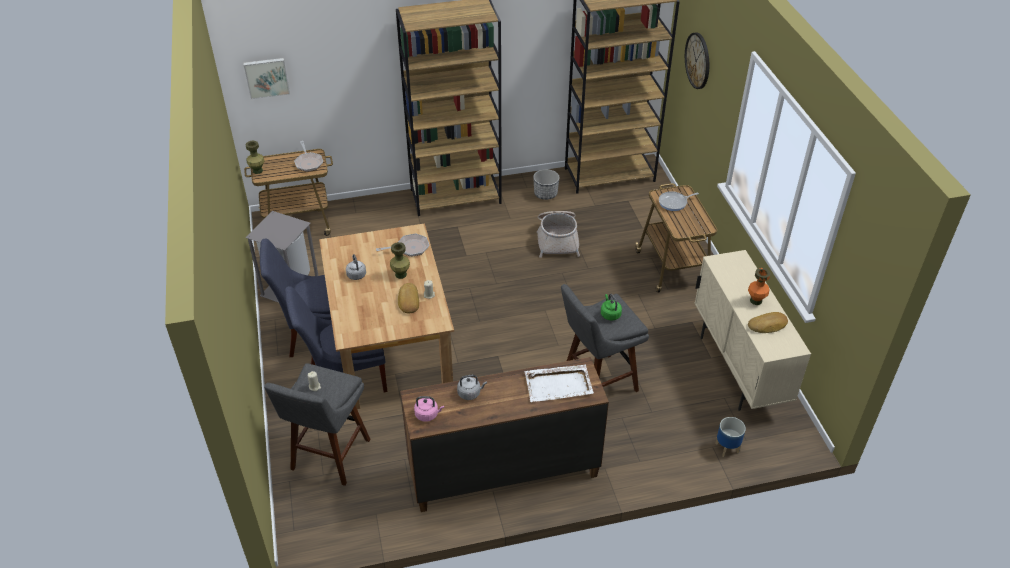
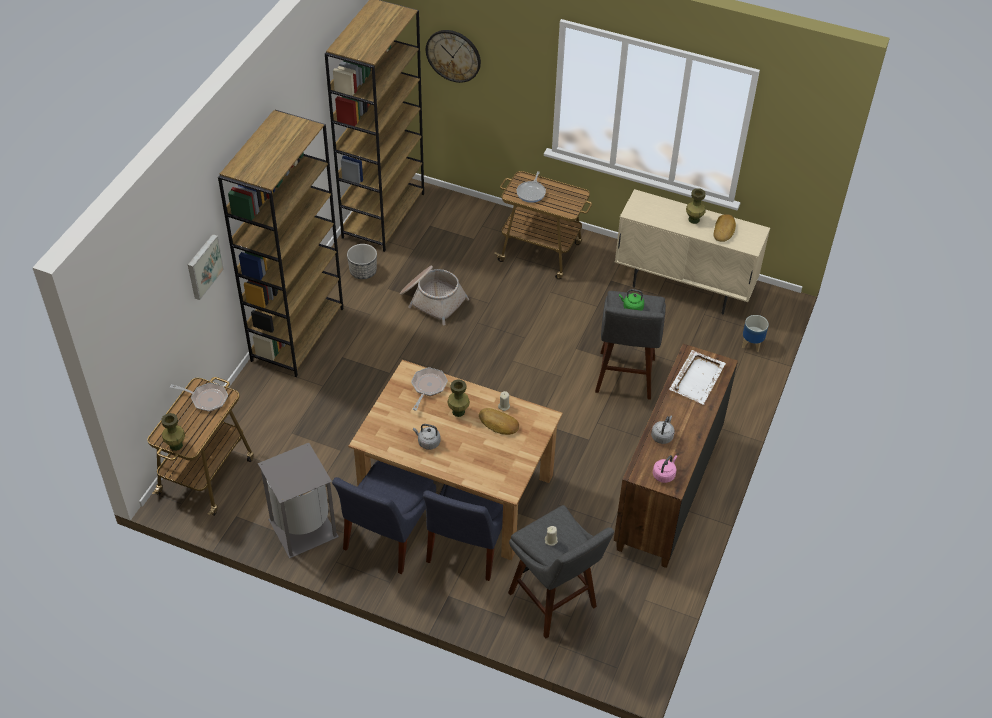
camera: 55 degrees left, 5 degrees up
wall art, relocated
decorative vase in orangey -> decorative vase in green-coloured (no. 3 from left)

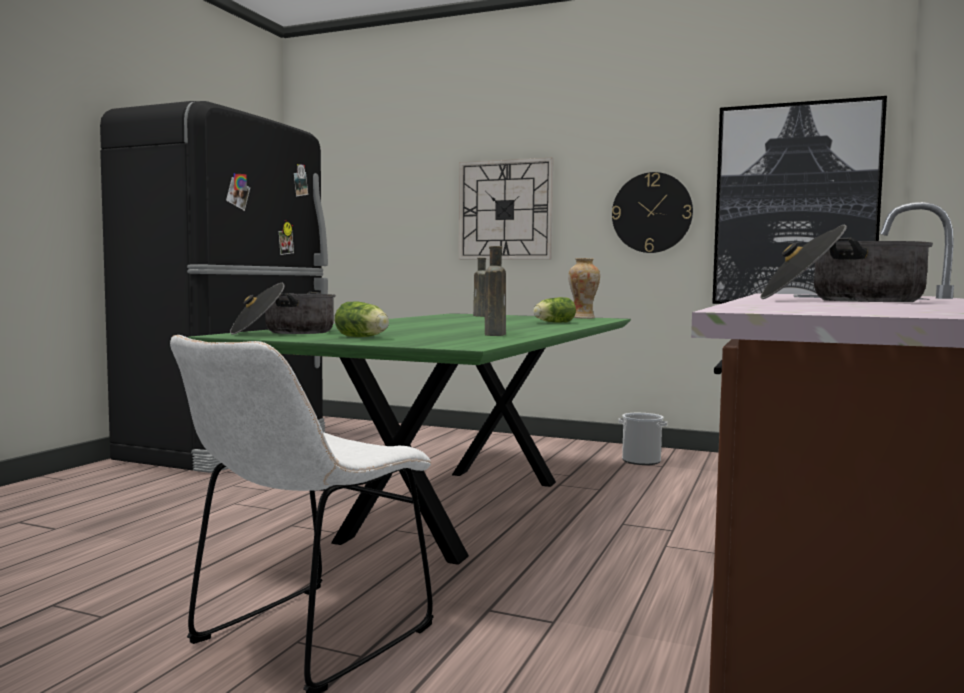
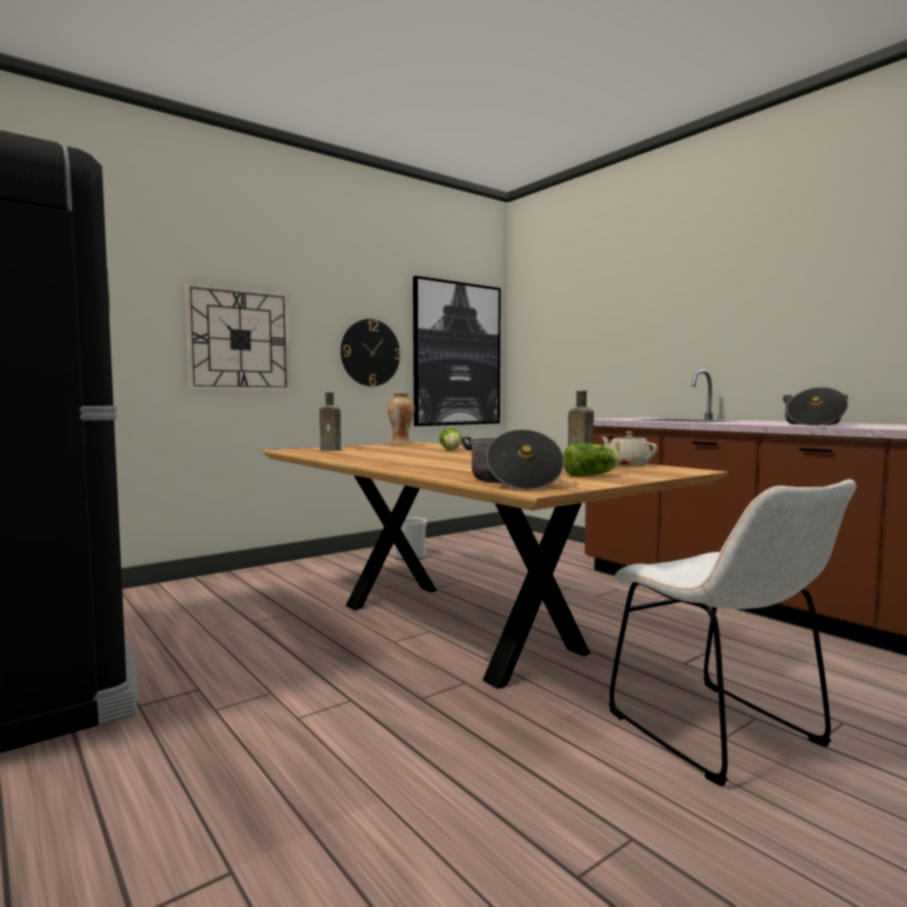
camera: 60 degrees left, 0 degrees up
dining table in green-coloured -> dining table in brown
none -> teapot in sand-coloured

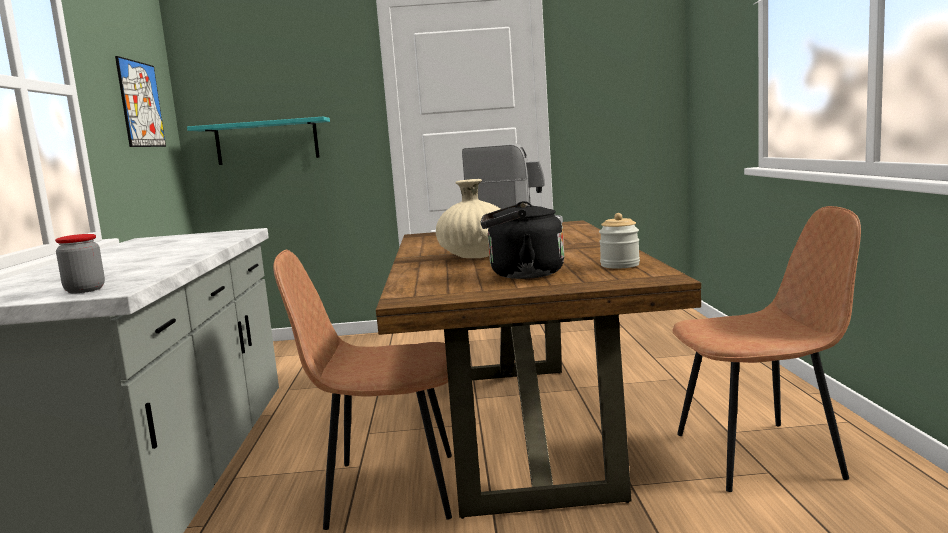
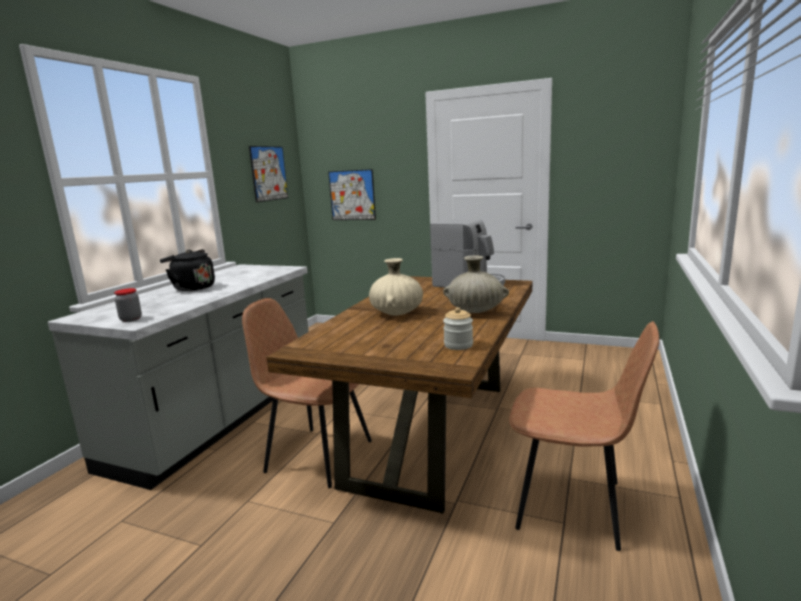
camera: 25 degrees right, 5 degrees up
bracket shelf in turquoise -> wall art (no. 2 from left)
kettle in blackish, relocated
none -> decorative vase in sand-coloured (no. 2 from left)

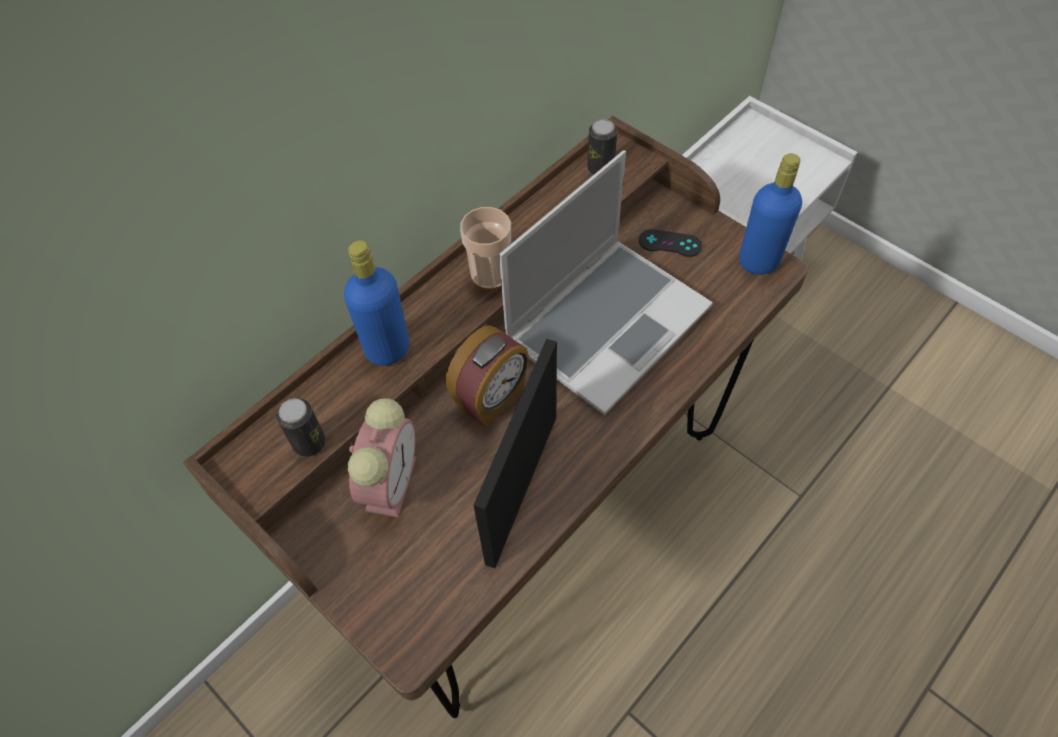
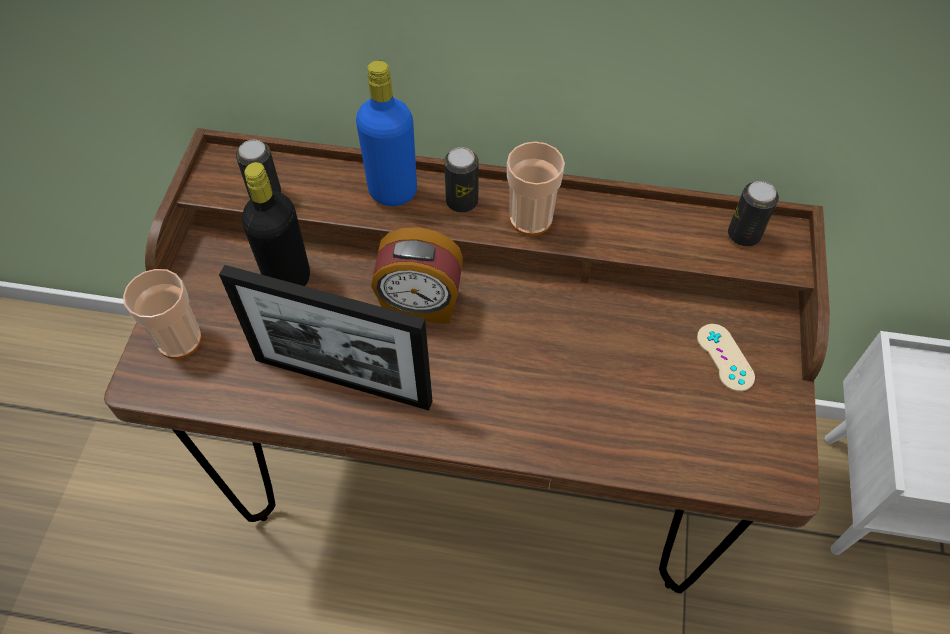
camera: 55 degrees right, 0 degrees up
laptop -> none
drink bottle in blue (no. 2 from left) -> none
game controller in blackish -> game controller in sand-coloured
photo frame, 150 degrees counterclockwise
bedside clock (no. 1 from left) -> drink bottle in blackish
none -> metal can (no. 2 from left)
none -> drinking cup (no. 1 from left)

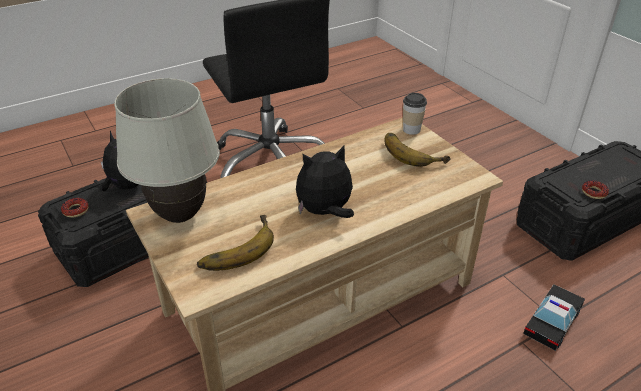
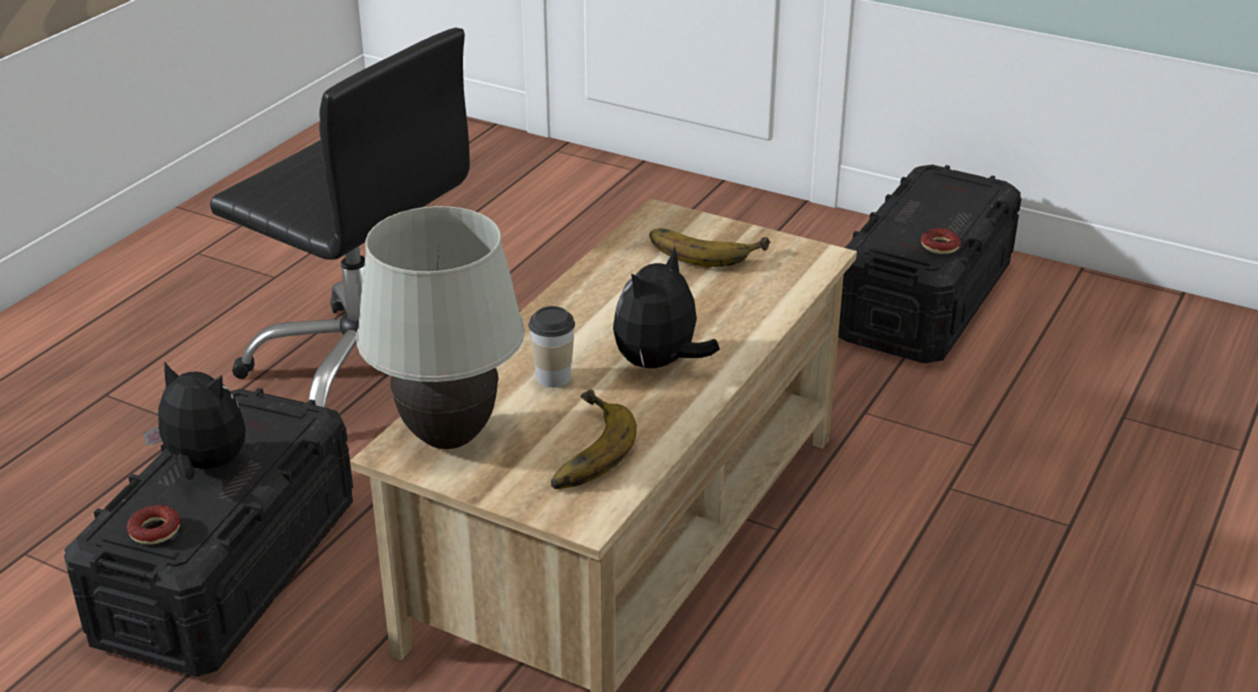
camera: 30 degrees left, 5 degrees down
drinking cup, relocated
miniature car -> none

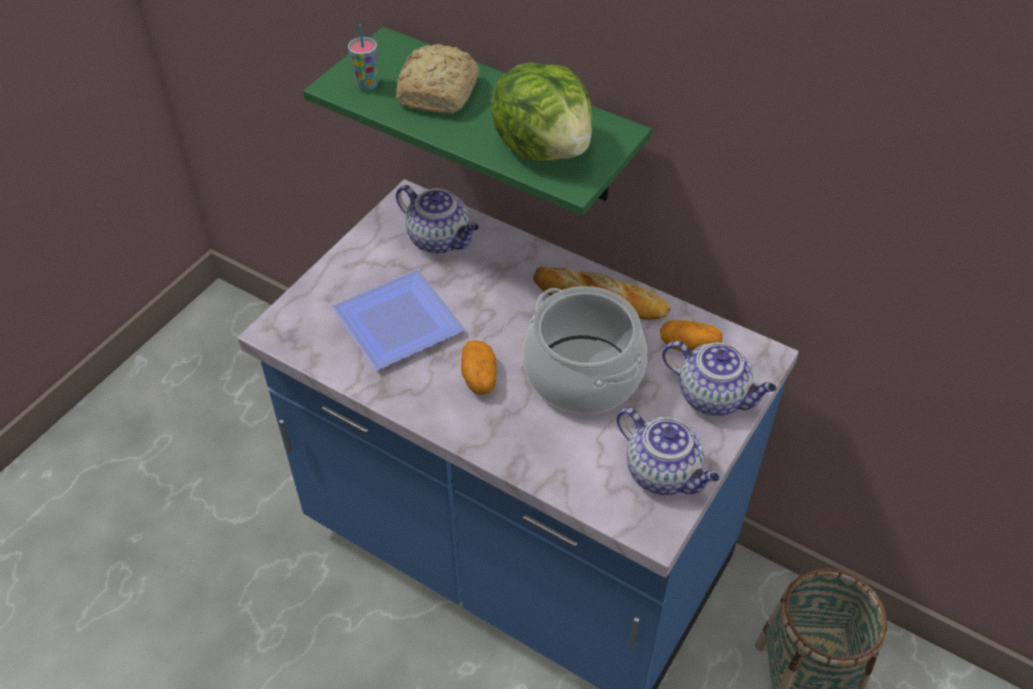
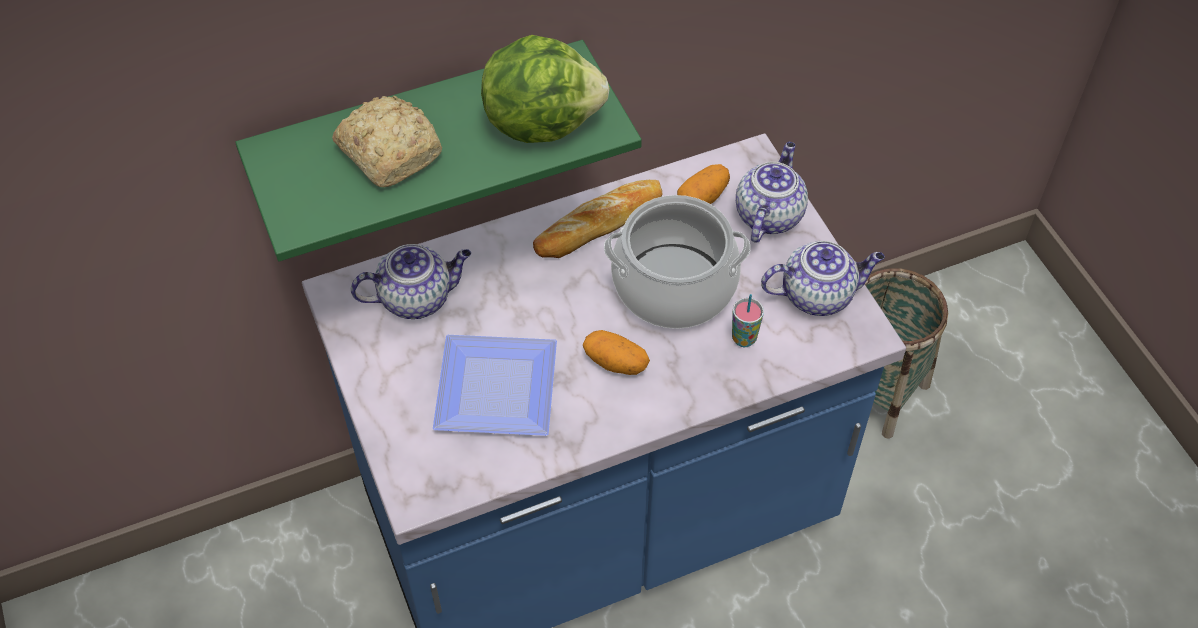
camera: 55 degrees left, 5 degrees up
drinking cup, relocated
teapot (no. 3 from left in the first image) -> teapot (no. 2 from left), 45 degrees counterclockwise

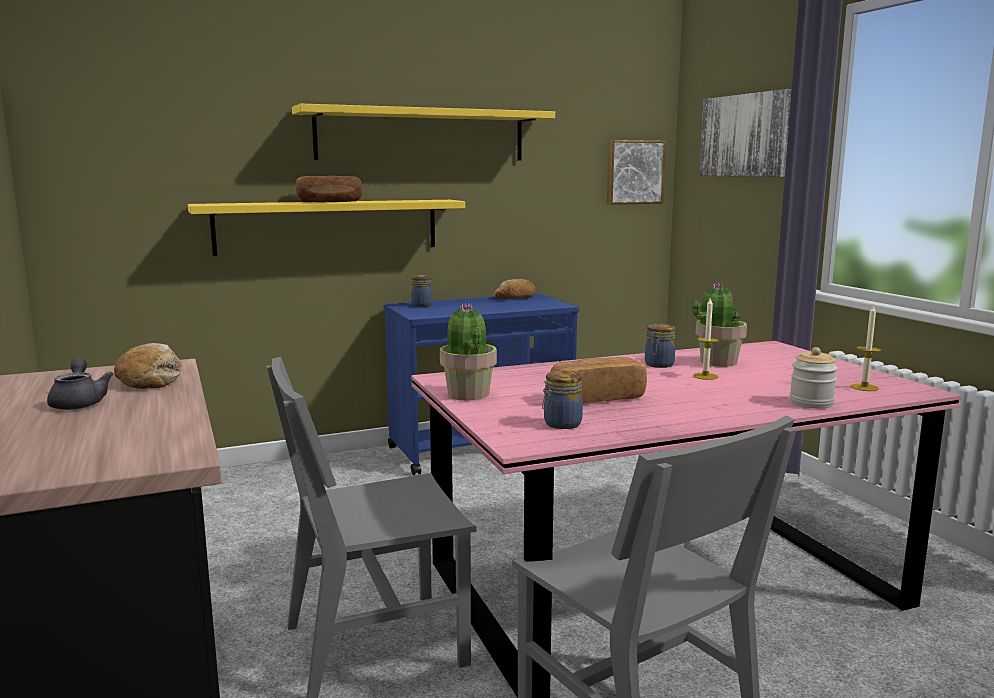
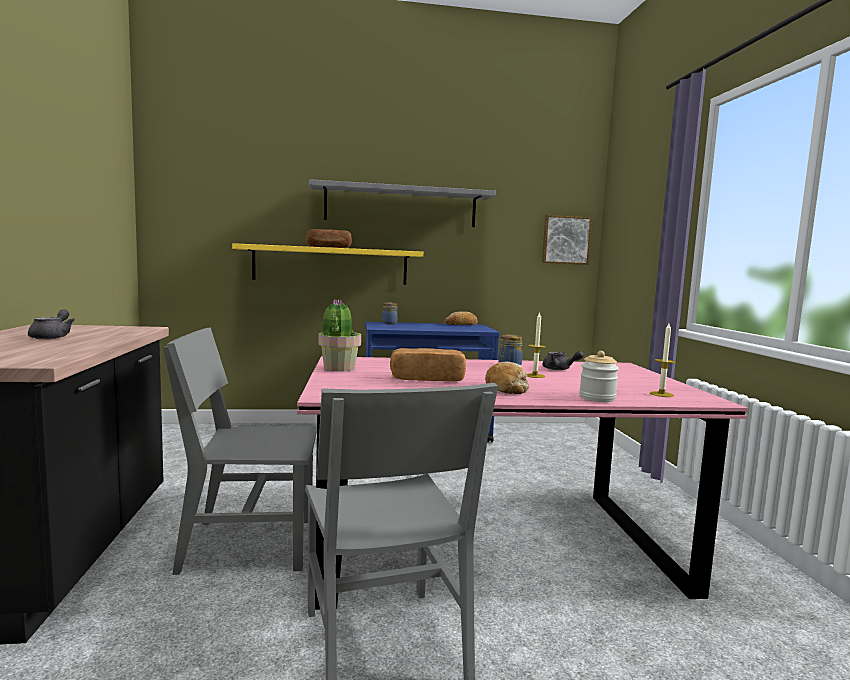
camera: 15 degrees right, 5 degrees down
wall art (no. 2 from left) -> none
bracket shelf in yellow (no. 2 from left) -> bracket shelf in gray
plant in a pot (no. 2 from left) -> teapot in gray (no. 2 from left)
baked bread (no. 1 from left in the first image) -> baked bread (no. 4 from left), relocated
storage jar (no. 2 from left) -> none

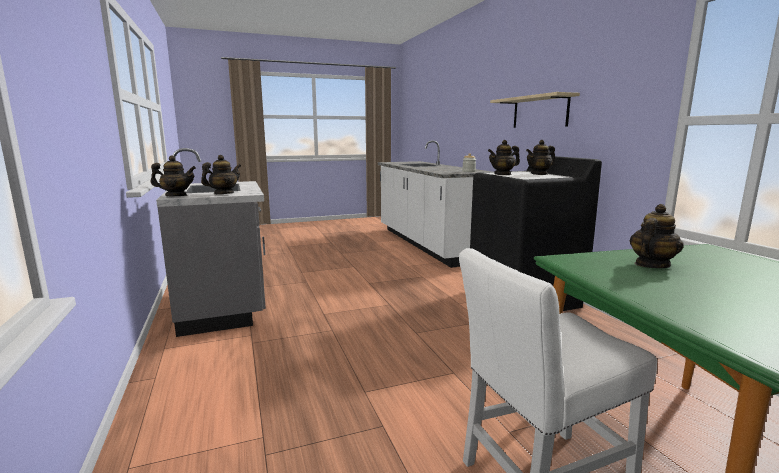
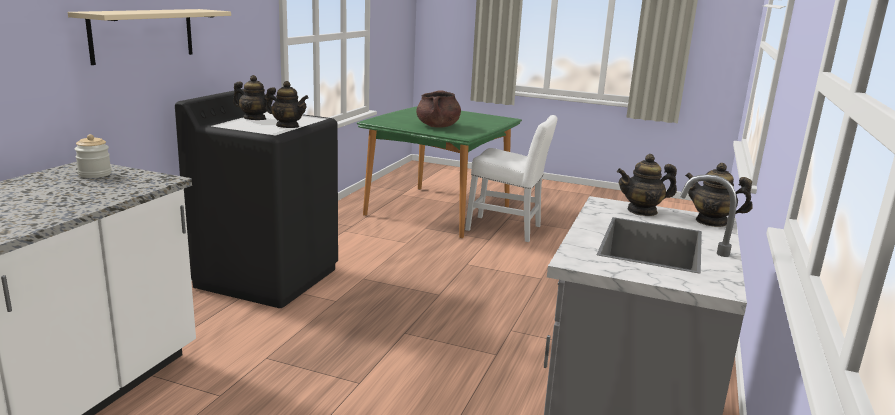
camera: 140 degrees left, 5 degrees up
teapot (no. 5 from left) -> stockpot in brown

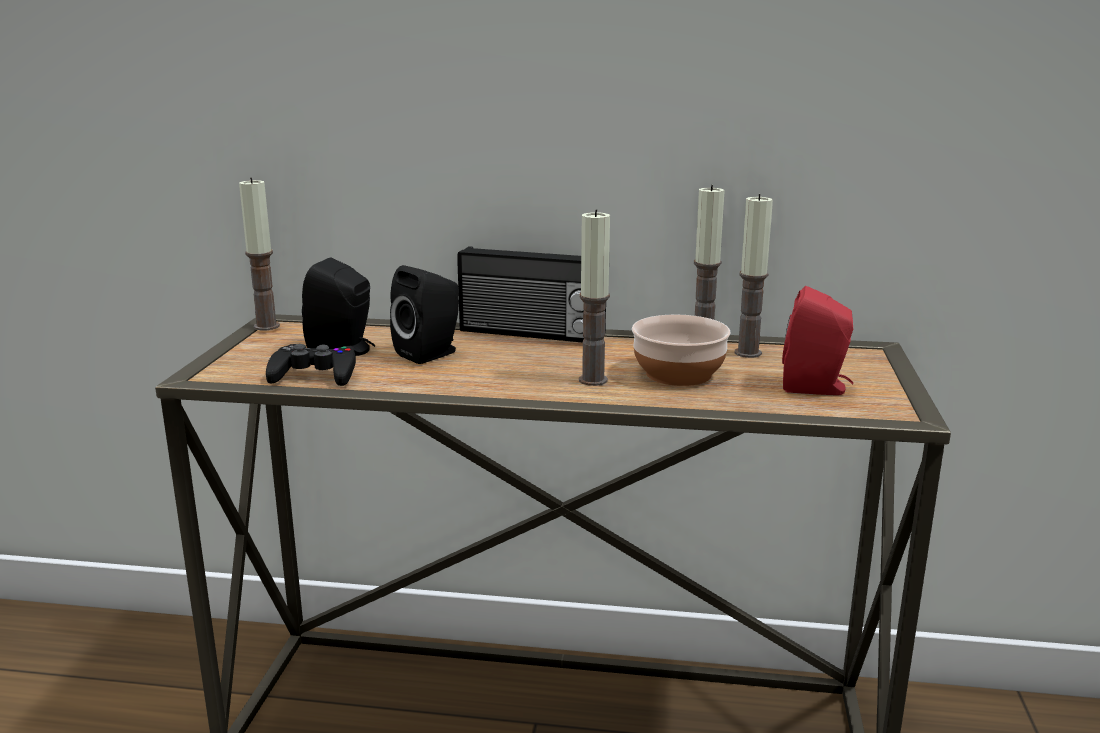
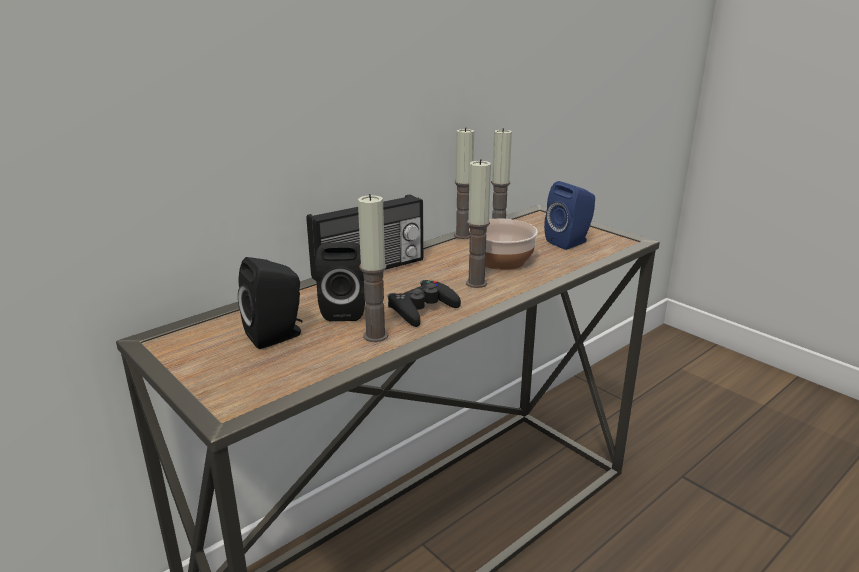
camera: 50 degrees left, 5 degrees up
wax light (no. 1 from left), relocated
audio speaker in reddish -> audio speaker in blue
game controller in blackish, relocated

